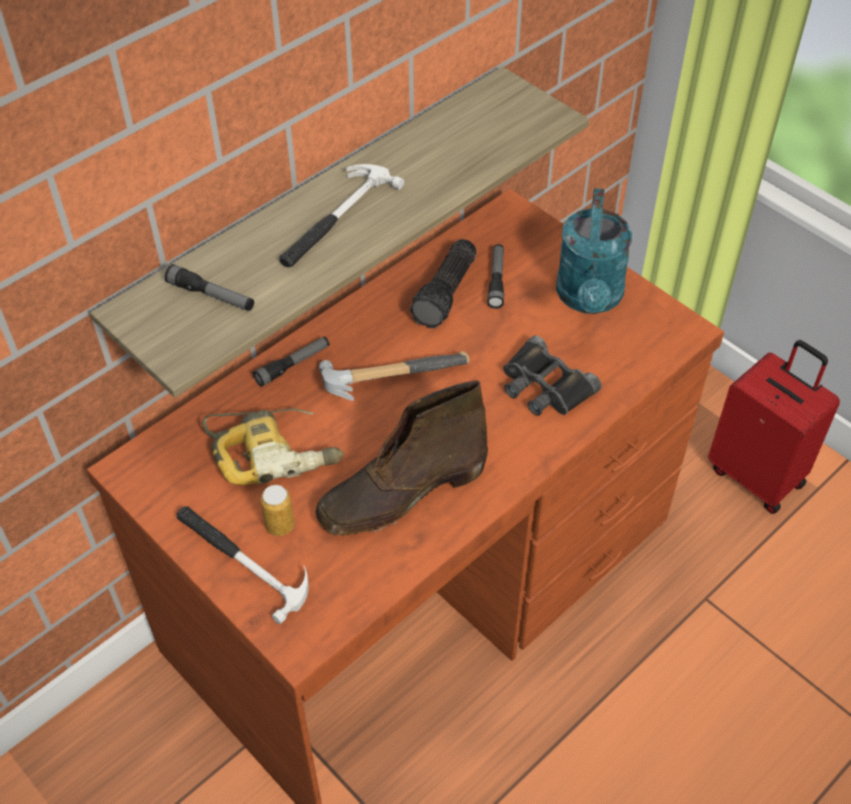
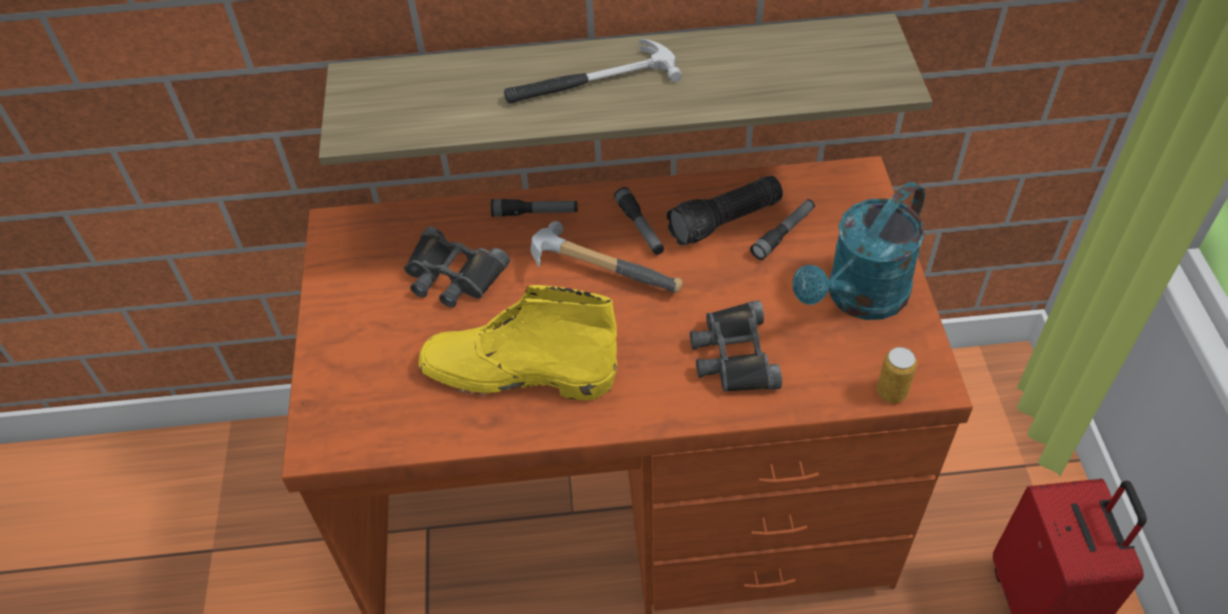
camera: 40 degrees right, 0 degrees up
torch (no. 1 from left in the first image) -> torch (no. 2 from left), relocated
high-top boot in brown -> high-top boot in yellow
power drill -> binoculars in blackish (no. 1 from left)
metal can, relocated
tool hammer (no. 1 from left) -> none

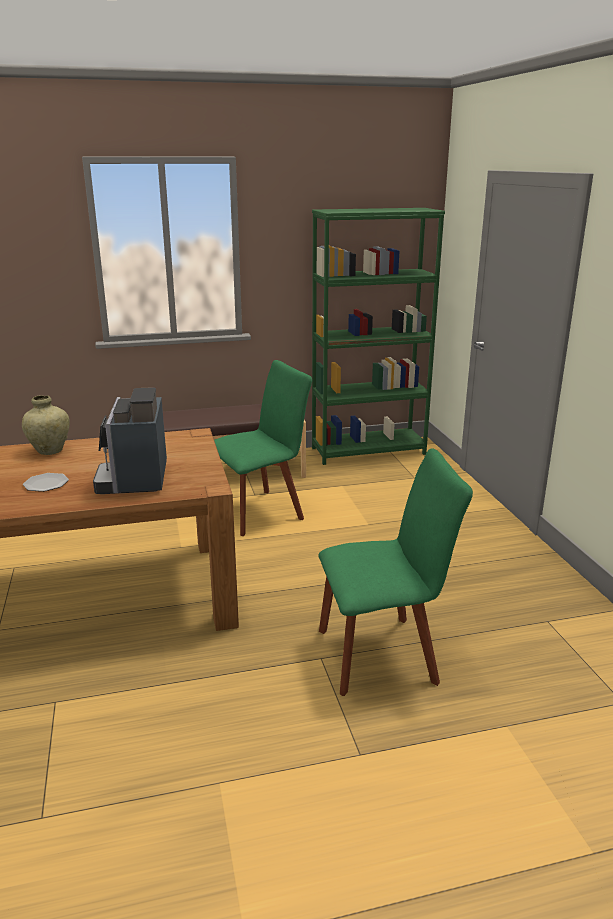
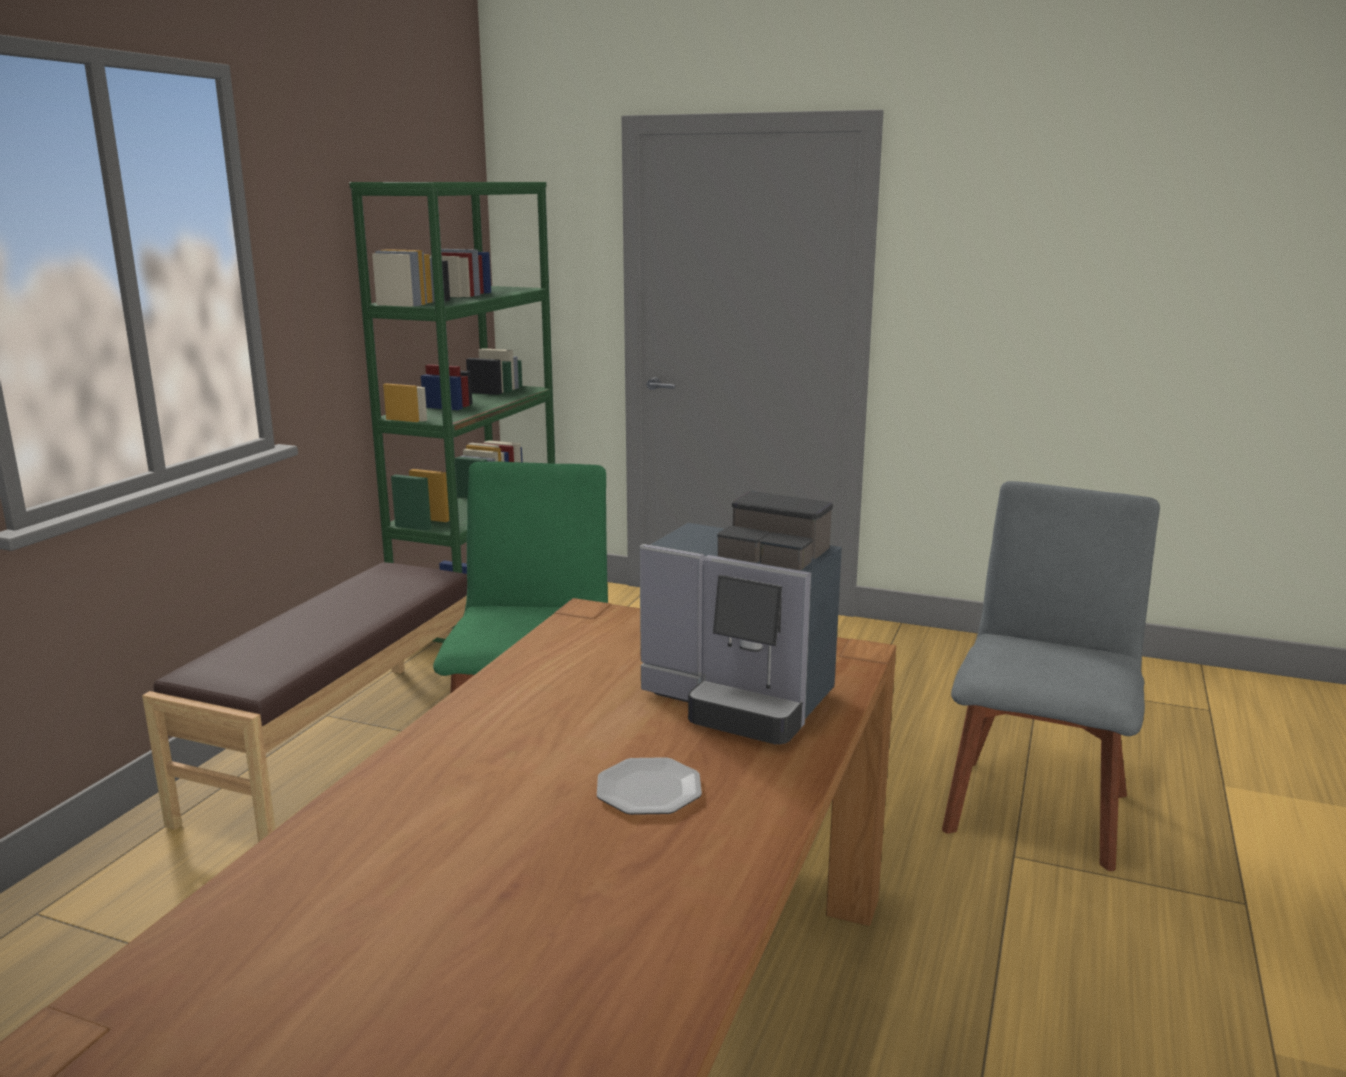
camera: 55 degrees left, 5 degrees down
decorative vase in sand-coloured -> none
plain chair in green-coloured (no. 2 from left) -> plain chair in gray

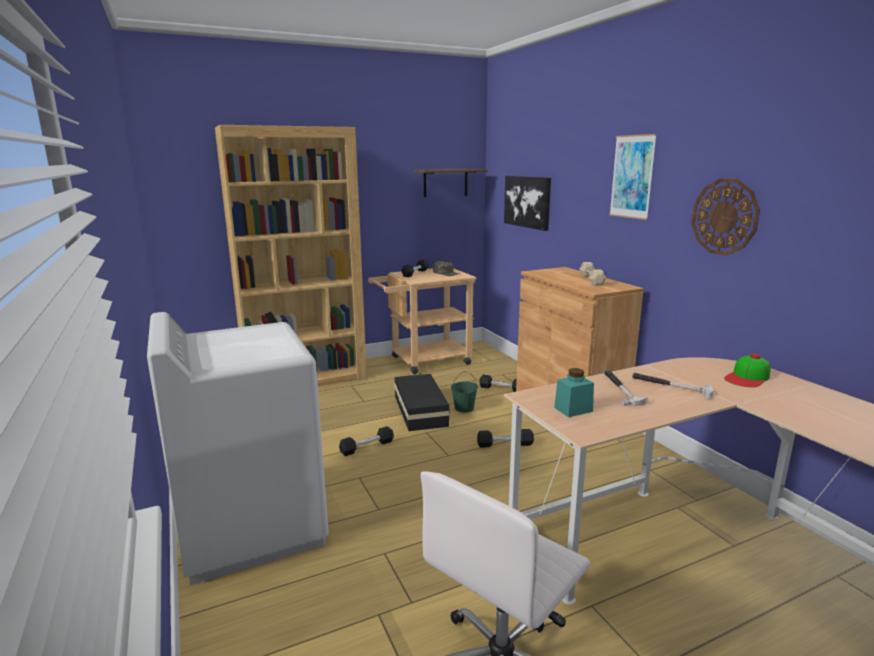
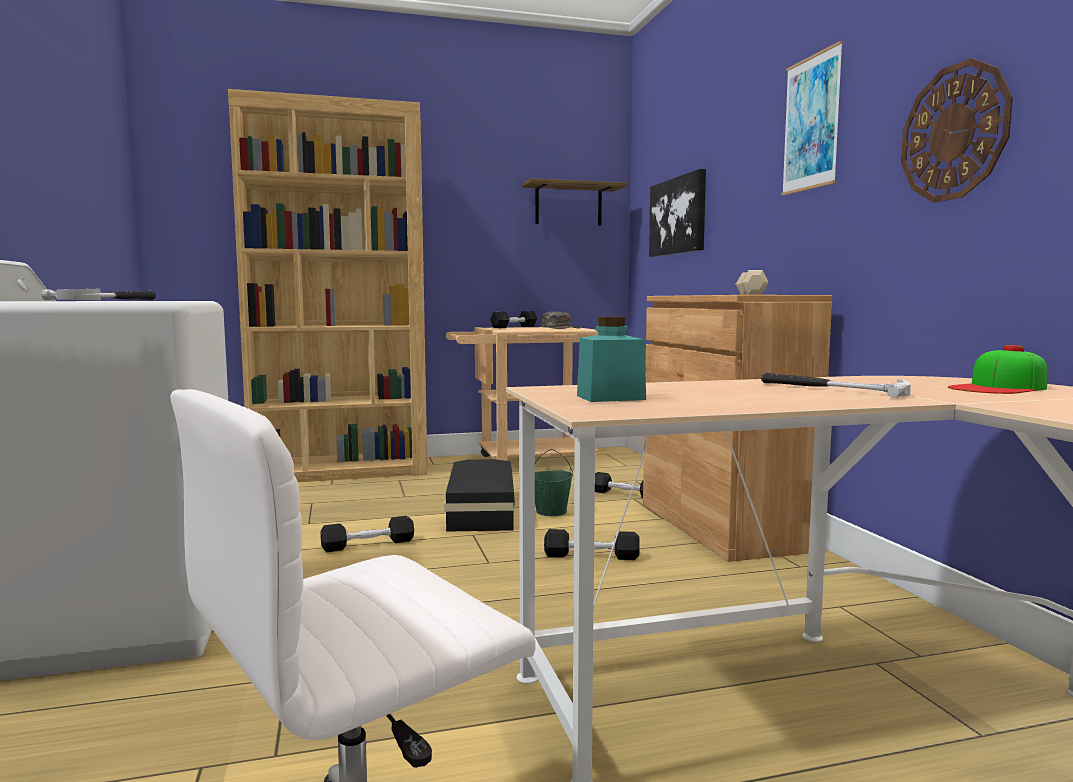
camera: 10 degrees right, 10 degrees down
tool hammer (no. 1 from left), relocated

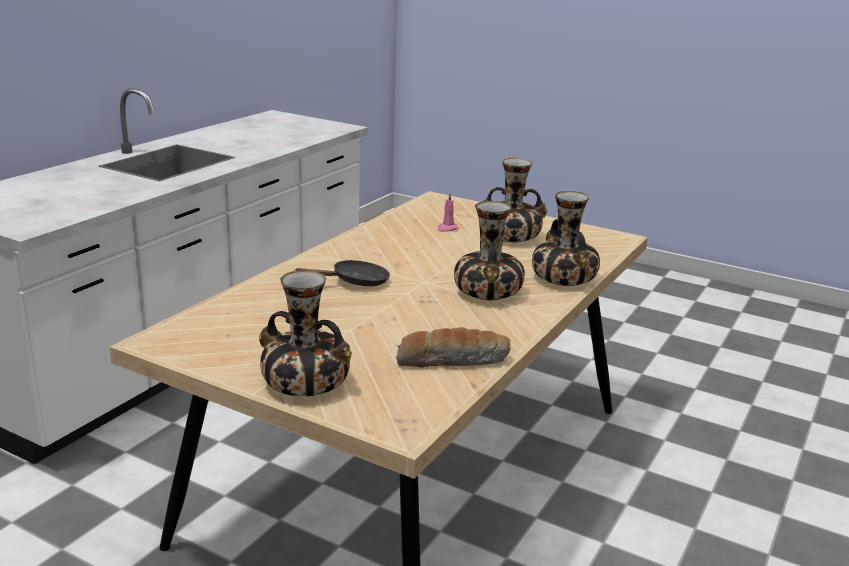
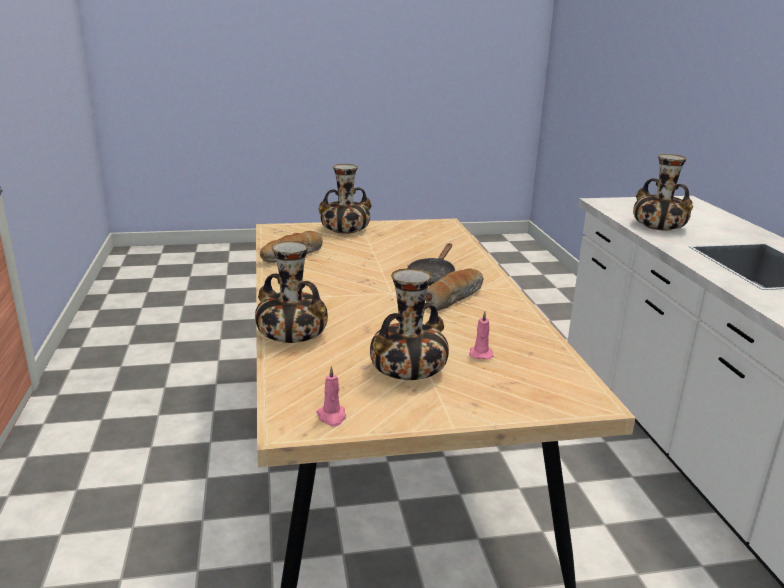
camera: 140 degrees right, 0 degrees up
decorative vase (no. 2 from left in the first image) -> decorative vase (no. 4 from left), relocated
none -> baked bread (no. 2 from left)
none -> wax light in pink (no. 1 from left)

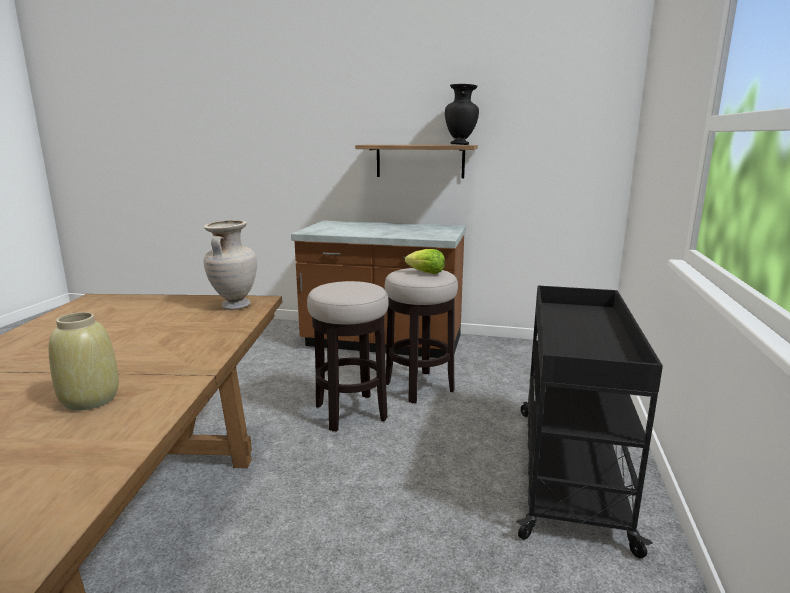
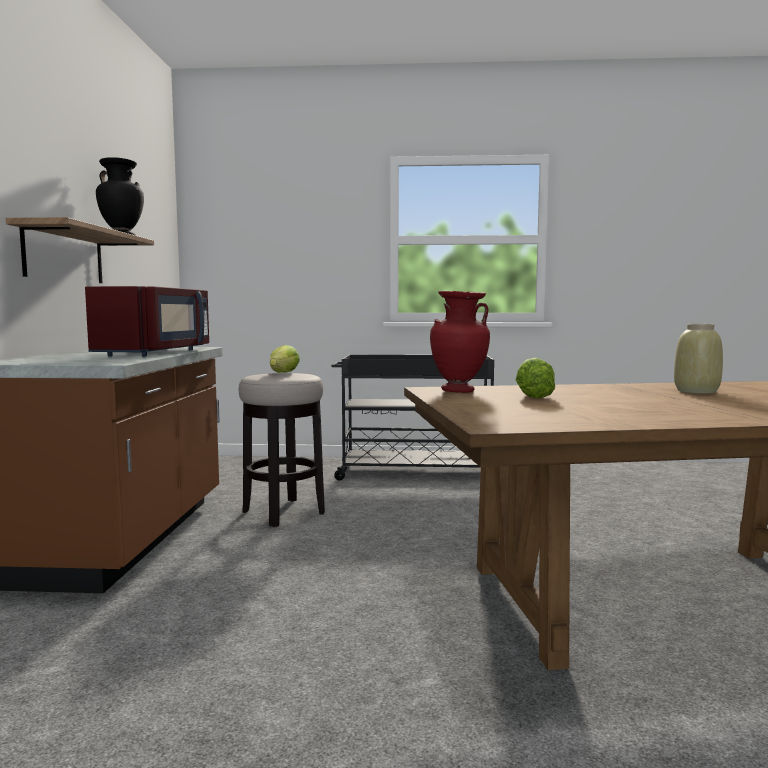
camera: 100 degrees left, 10 degrees down
decorative vase in sand-coloured (no. 2 from left) -> decorative vase in reddish
sitting stool (no. 1 from left) -> none
none -> microwave oven in reddish
none -> lettuce head (no. 2 from left)

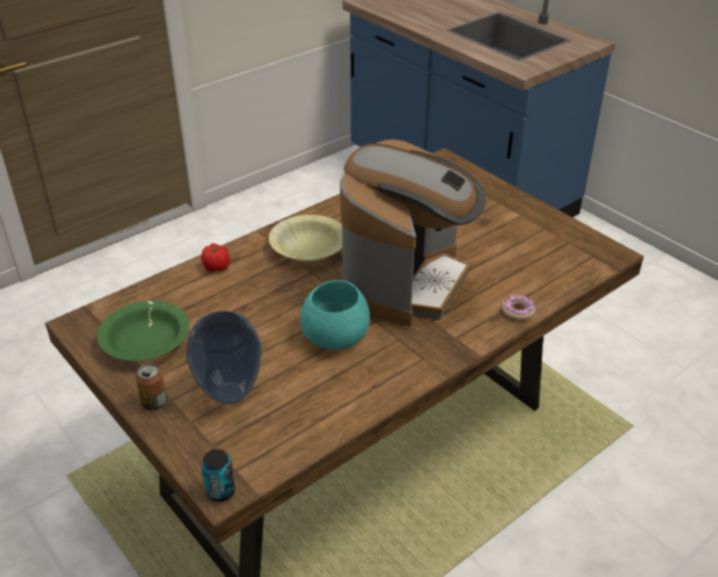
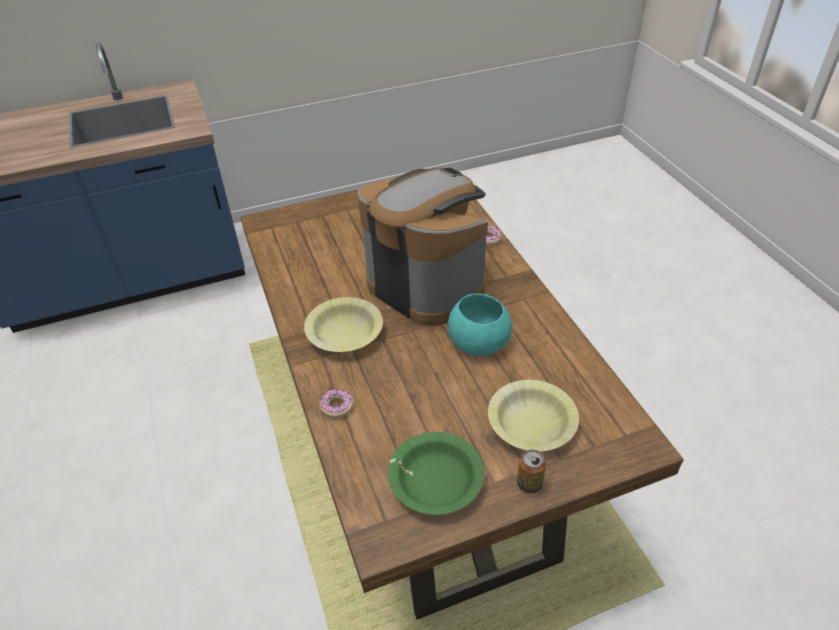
camera: 70 degrees left, 5 degrees up
whole tomato -> donut (no. 1 from left)
decorative vase -> bowl in yellow (no. 2 from left)
metal can (no. 2 from left) -> none

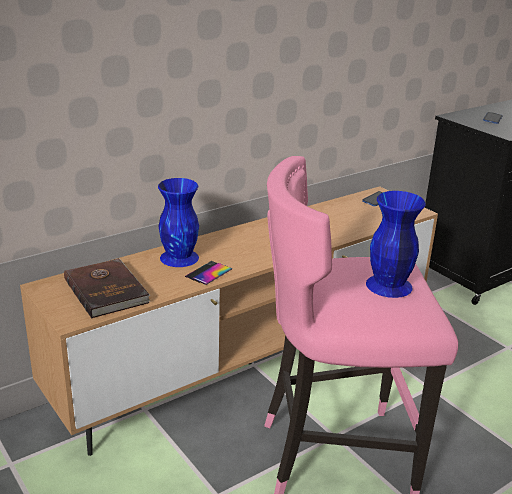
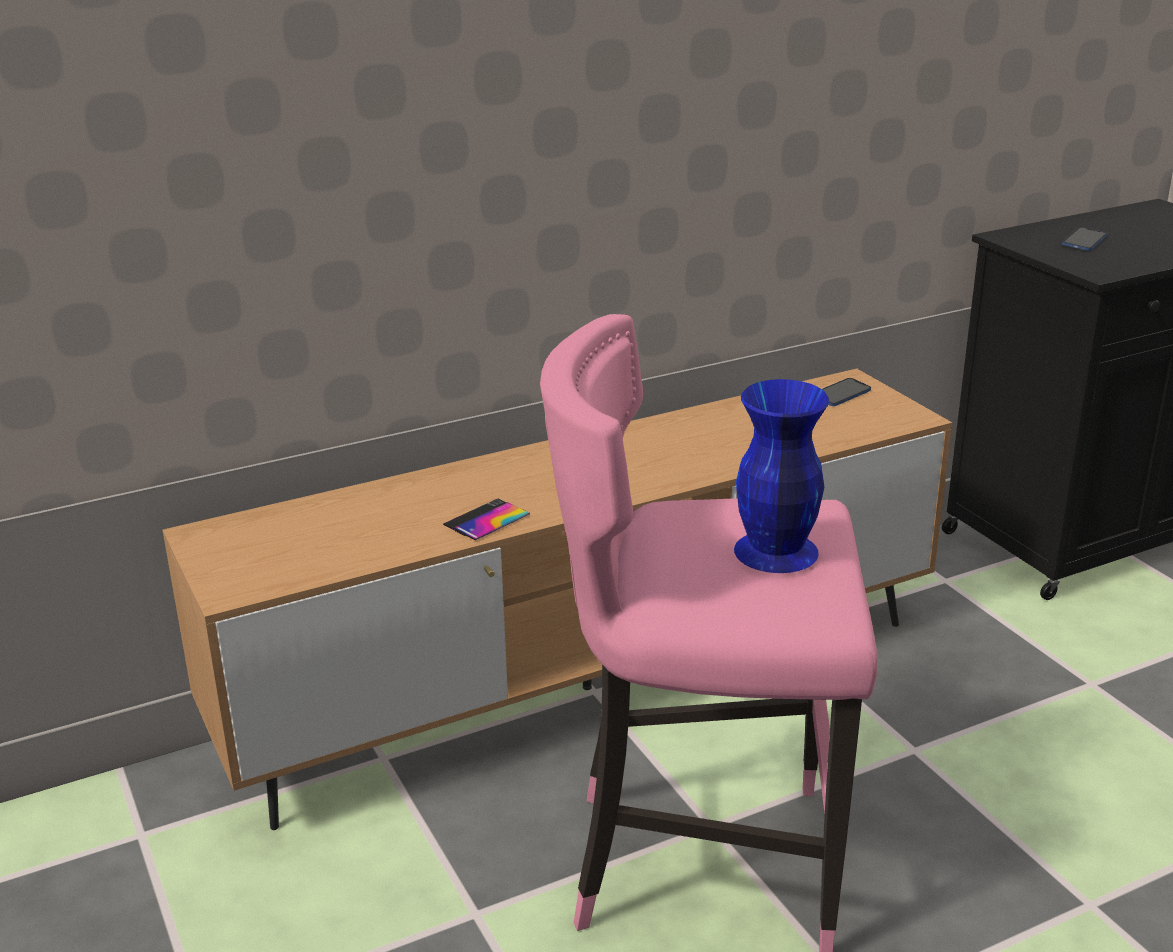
camera: 10 degrees right, 0 degrees up
decorative vase in blue (no. 1 from left) -> none
book in brown -> none

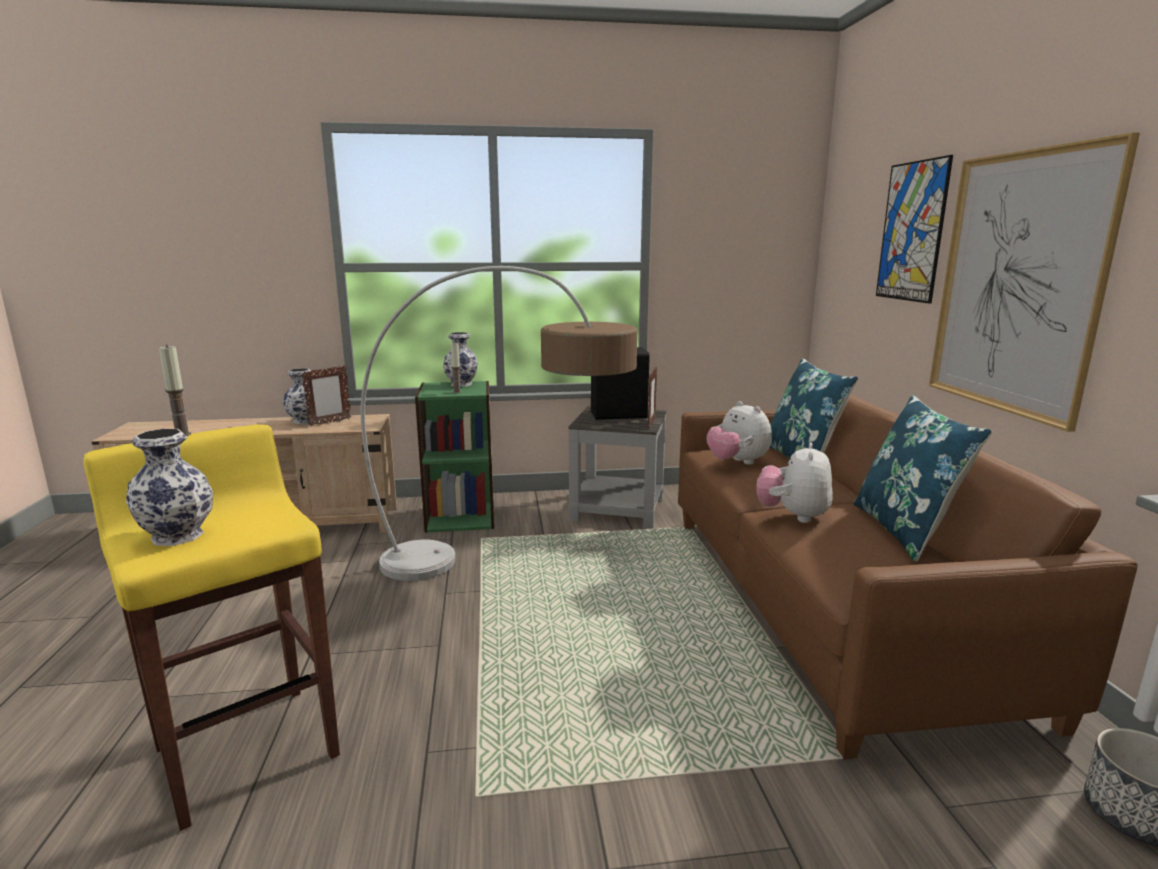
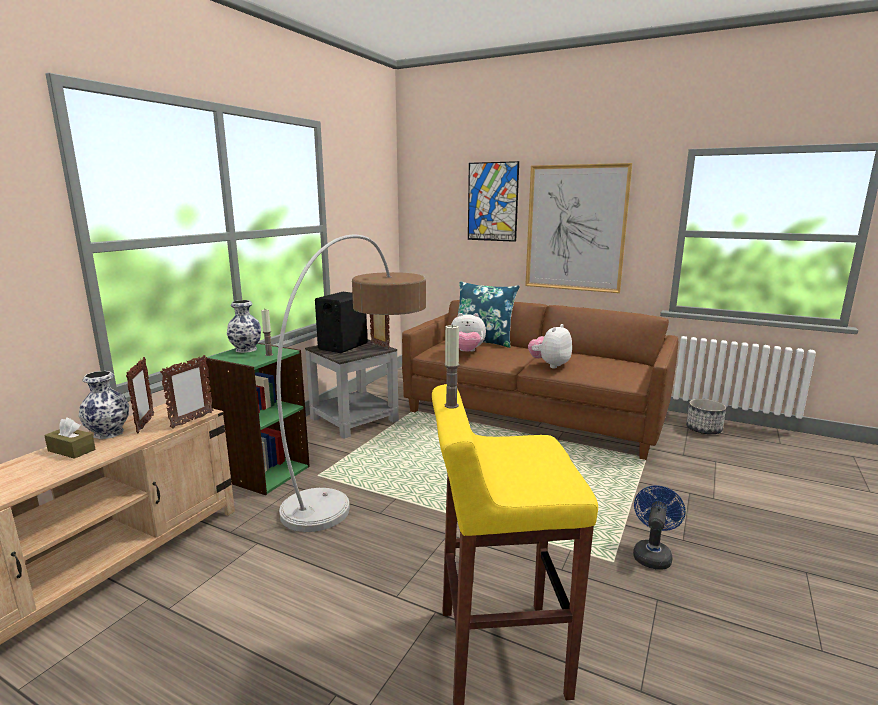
camera: 55 degrees left, 0 degrees up
throw pillow in blue (no. 2 from left) -> none
decorative vase (no. 1 from left) -> none
plush toy (no. 2 from left), 75 degrees clockwise
none -> photo frame (no. 2 from left)
none -> tissue box in brown
none -> cooling fan in blue

